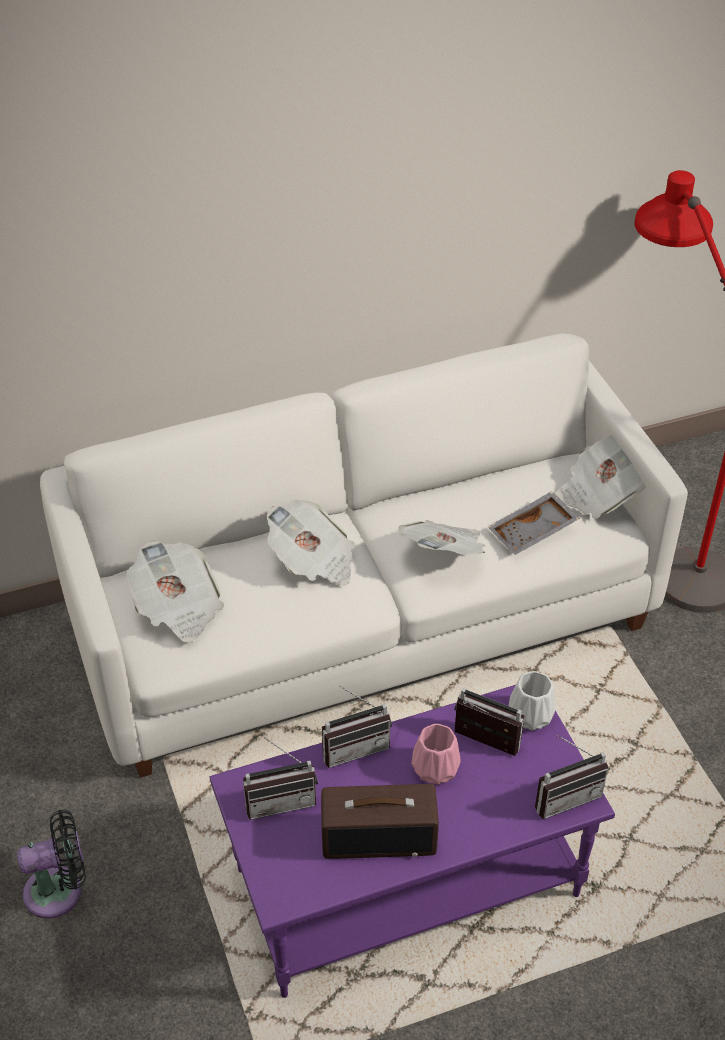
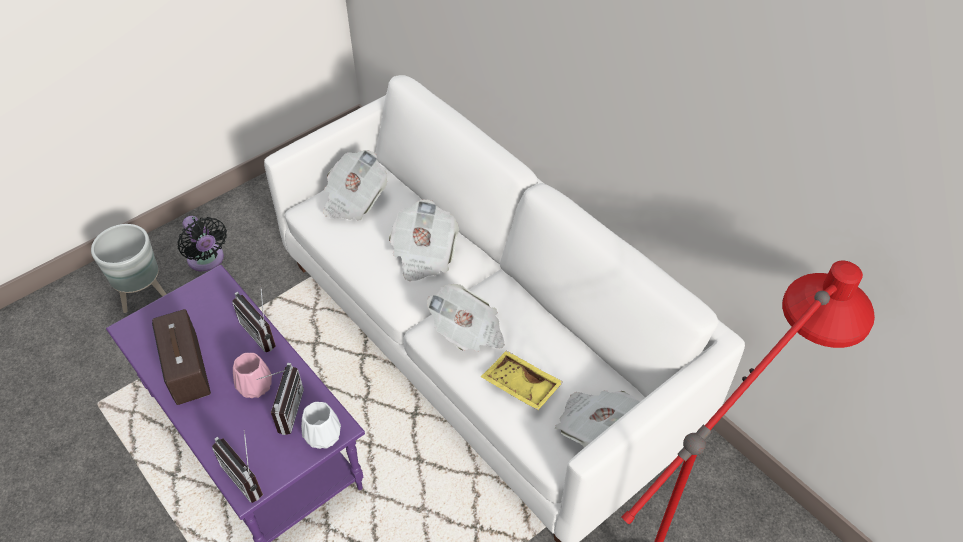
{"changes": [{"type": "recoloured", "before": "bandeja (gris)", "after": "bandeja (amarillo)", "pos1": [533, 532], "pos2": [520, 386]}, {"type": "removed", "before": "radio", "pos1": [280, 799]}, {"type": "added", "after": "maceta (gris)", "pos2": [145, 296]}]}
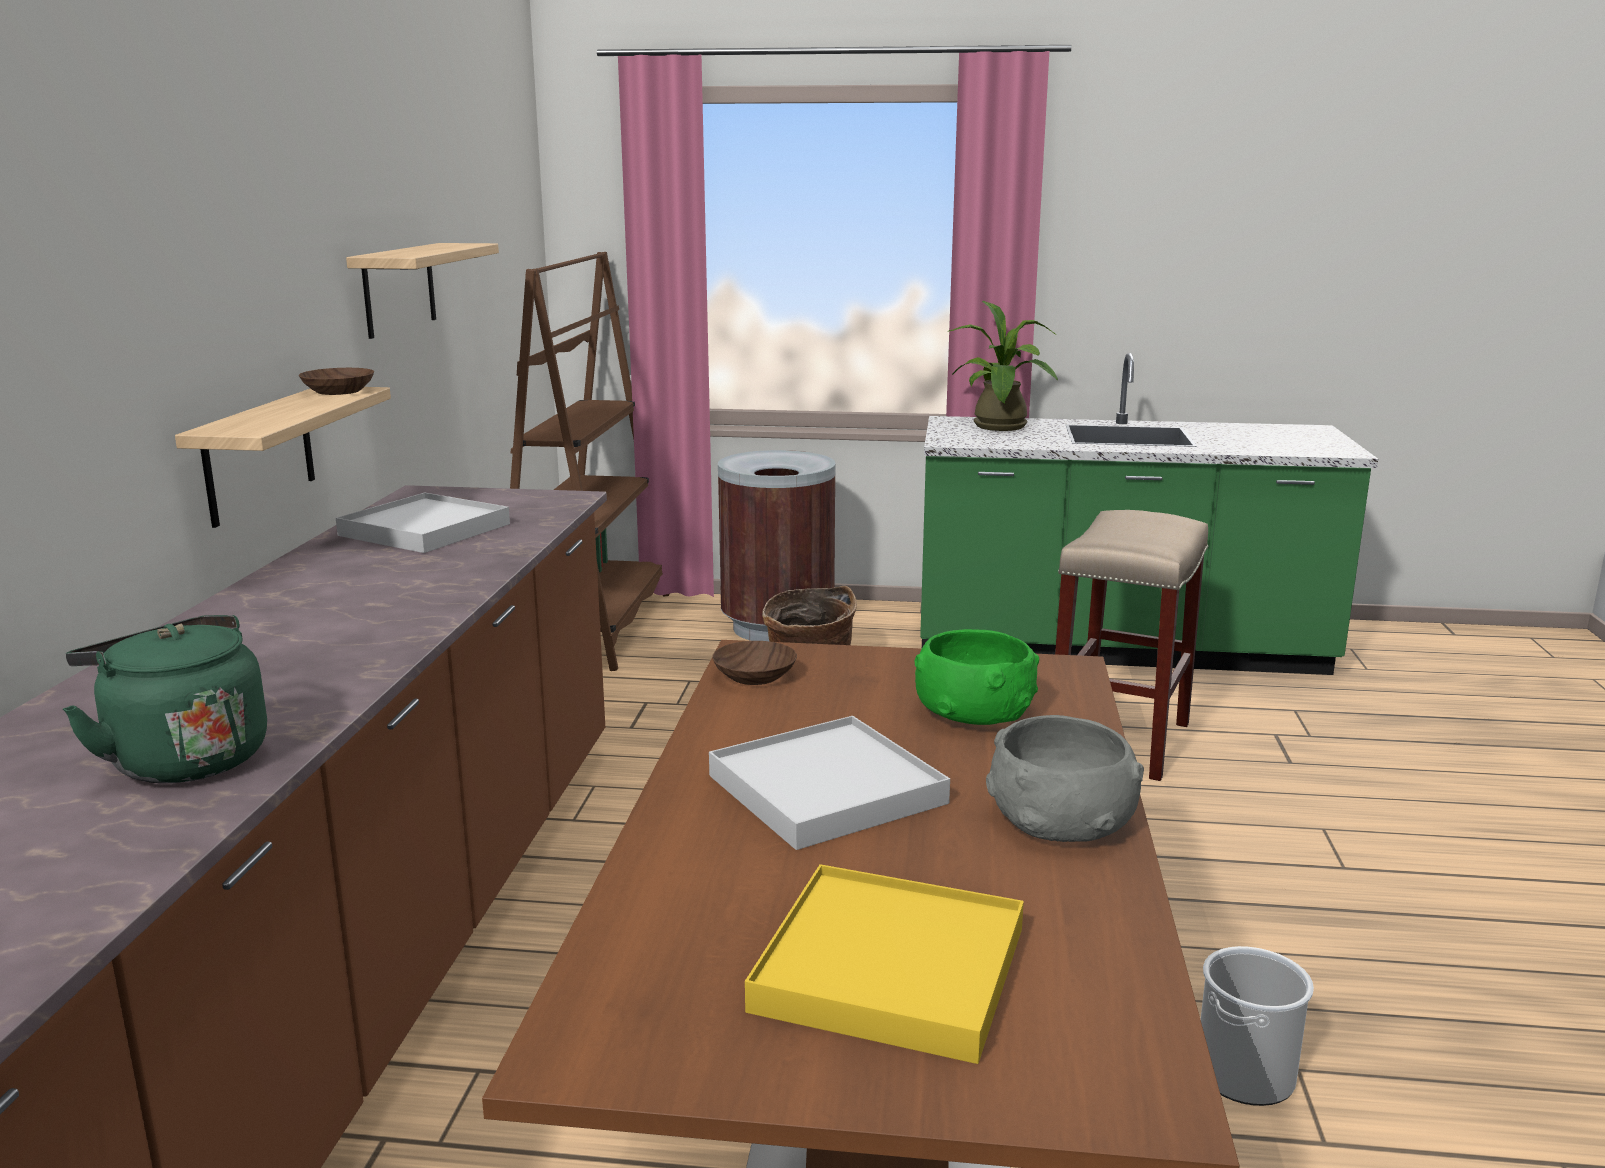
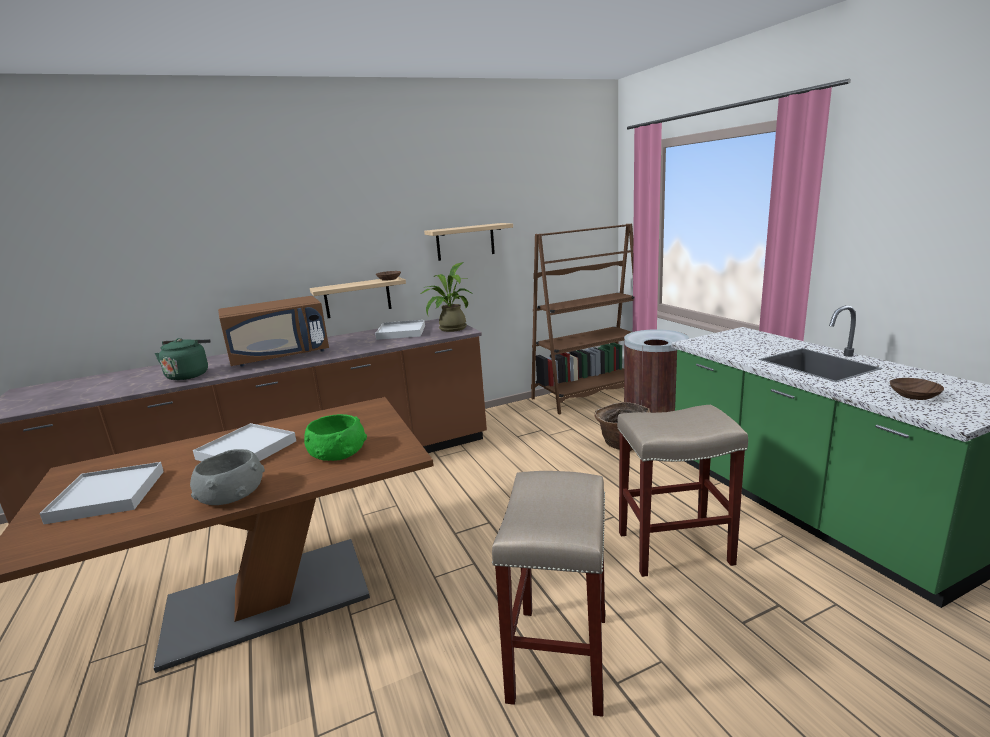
{"changes": [{"type": "moved", "before": "planta en maceta", "pos1": [1001, 428], "pos2": [449, 329]}, {"type": "moved", "before": "cuenco (marrón)", "pos1": [756, 675], "pos2": [915, 395]}, {"type": "recoloured", "before": "bandeja (amarillo)", "after": "bandeja (blanco)", "pos1": [890, 968], "pos2": [108, 495]}, {"type": "removed", "before": "cubo", "pos1": [1245, 1075]}, {"type": "added", "after": "microondas (marrón)", "pos2": [280, 356]}, {"type": "added", "after": "taburete (beis)", "pos2": [560, 659]}]}
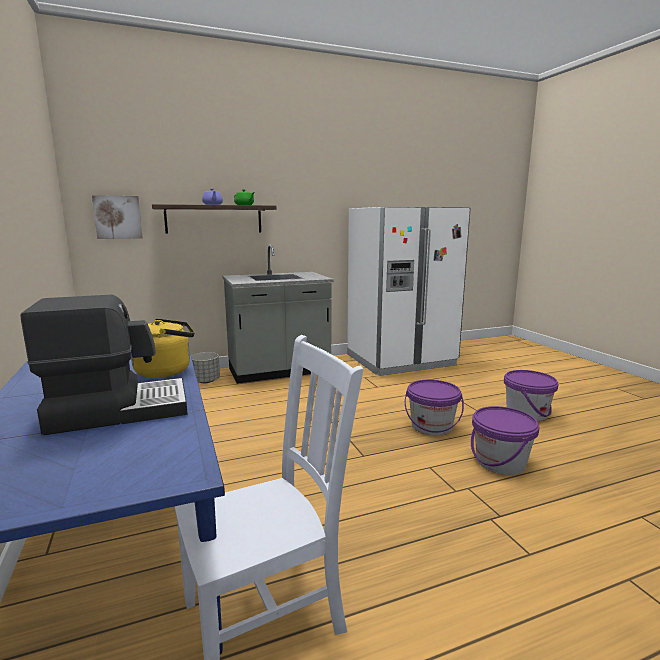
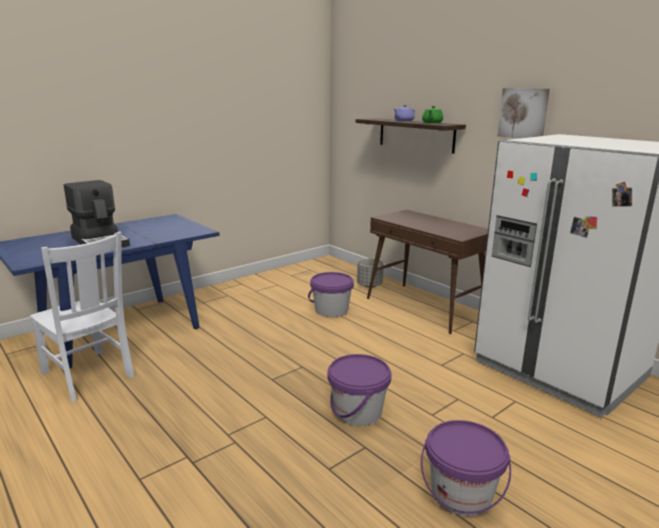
{"changes": [{"type": "moved", "before": "cuadro", "pos1": [118, 217], "pos2": [523, 113]}, {"type": "replaced", "before": "mueble bajo de cocina (gris)", "after": "mesa consola (marrón)", "pos1": [279, 372], "pos2": [425, 307]}, {"type": "removed", "before": "hervidor (amarillo)", "pos1": [167, 371]}, {"type": "moved", "before": "cubo (morado)", "pos1": [500, 462], "pos2": [331, 310]}]}
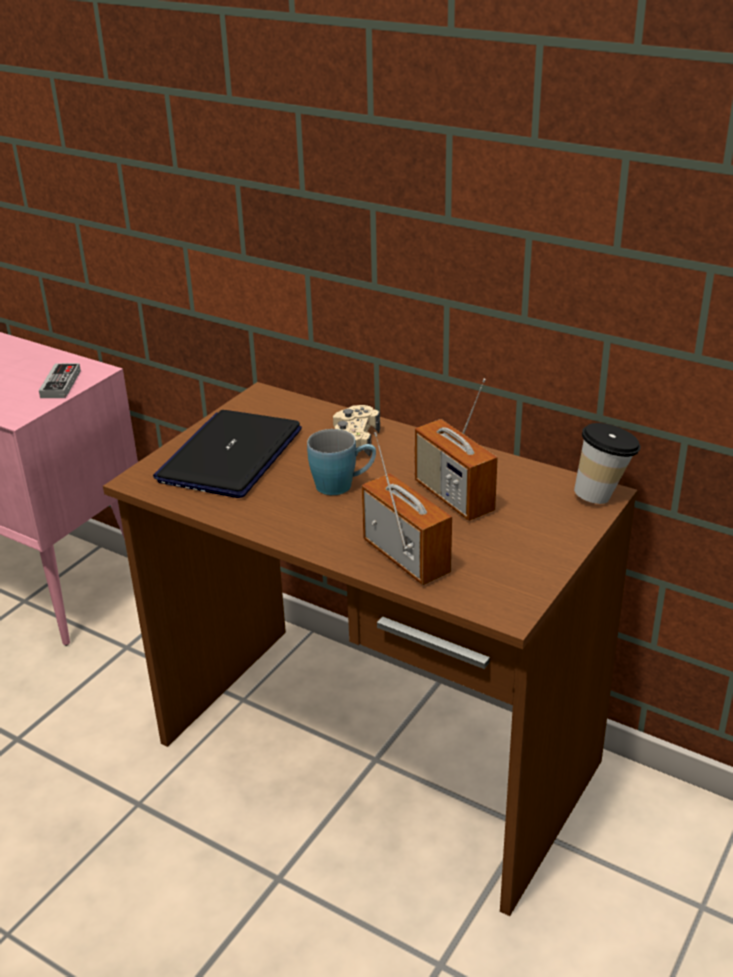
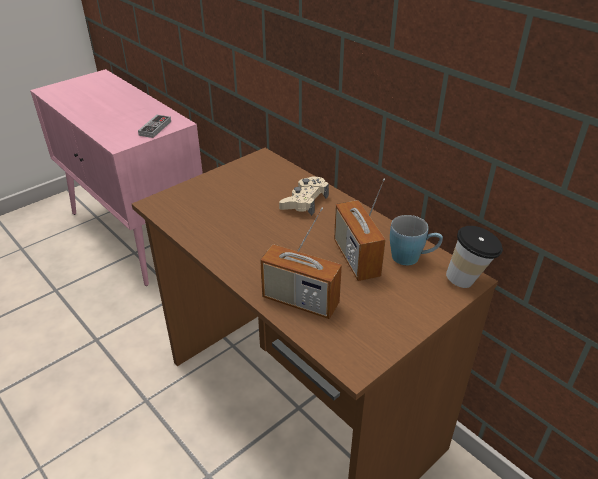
{"changes": [{"type": "removed", "before": "portátil", "pos1": [230, 455]}, {"type": "moved", "before": "taza grande (azul)", "pos1": [343, 485], "pos2": [412, 258]}, {"type": "turned", "before": "radio", "pos1": [406, 557], "pos2": [300, 301], "turn": 135}]}
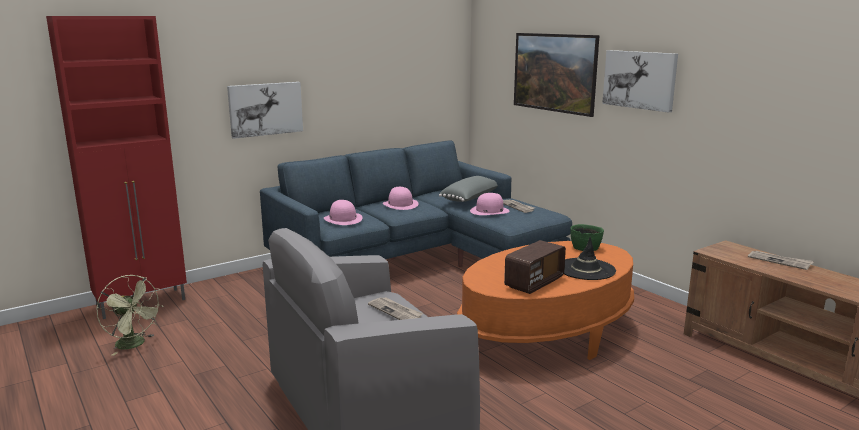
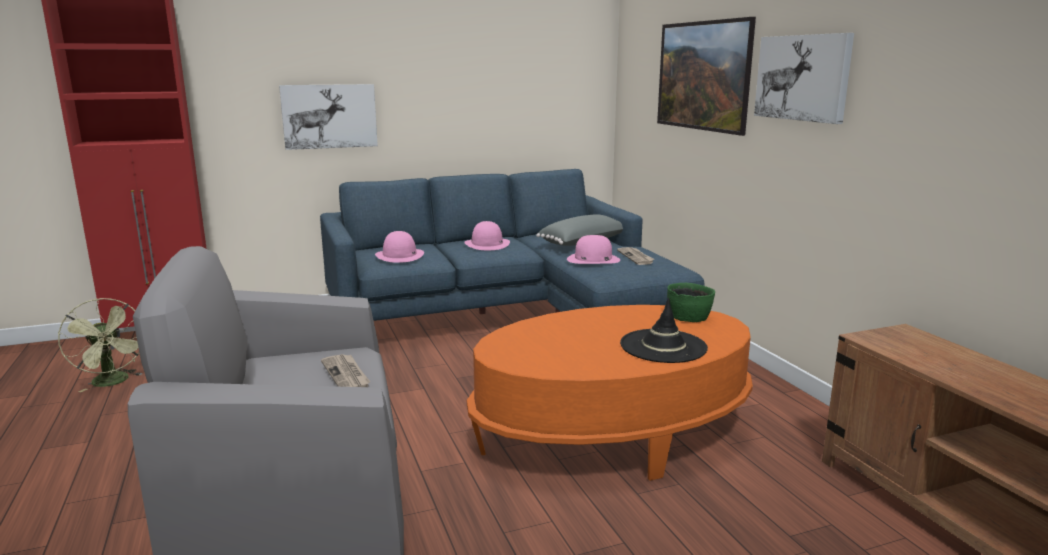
{"changes": [{"type": "removed", "before": "radio", "pos1": [534, 282]}, {"type": "removed", "before": "periódico", "pos1": [780, 261]}]}
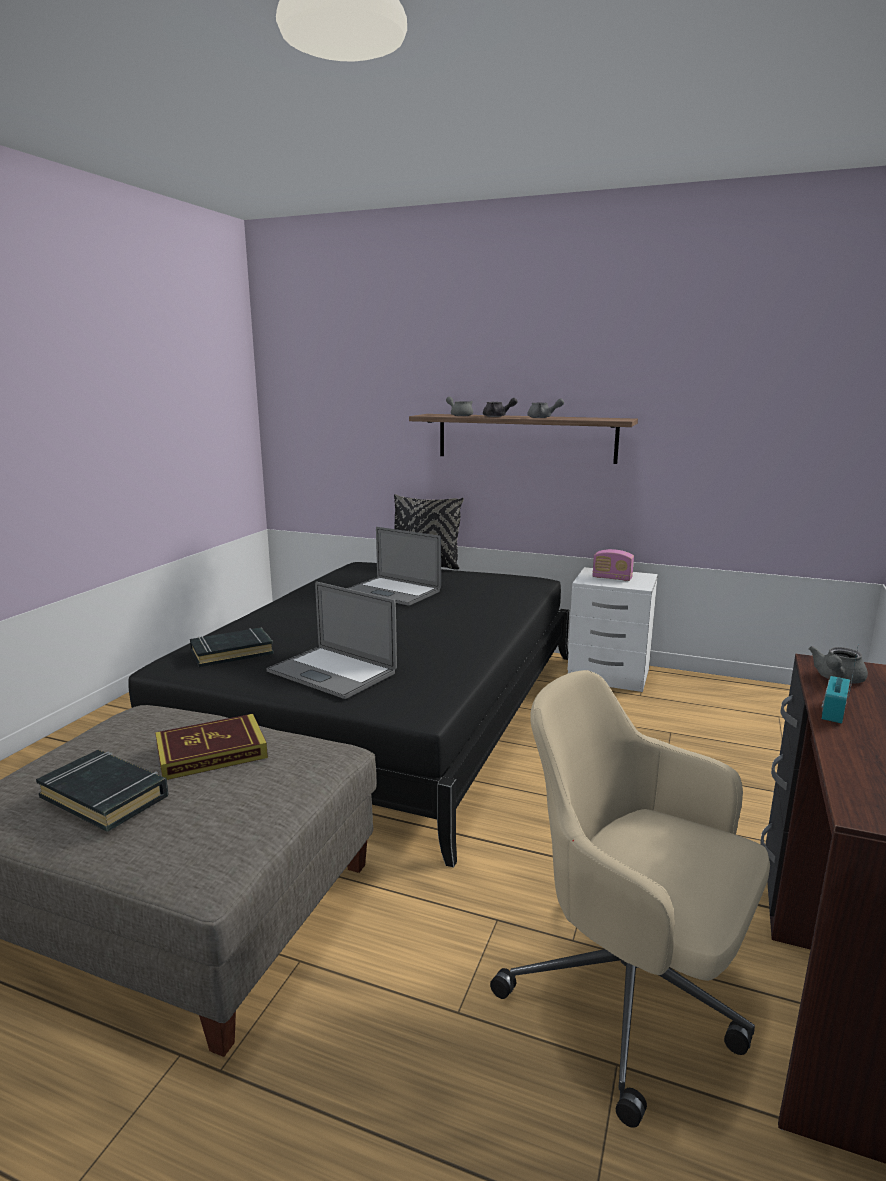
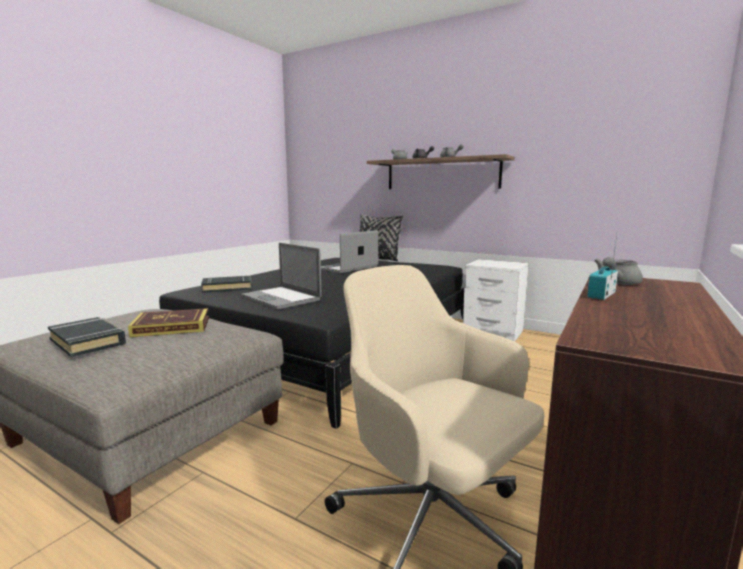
{"changes": [{"type": "turned", "before": "portátil", "pos1": [392, 591], "pos2": [347, 267], "turn": 90}, {"type": "removed", "before": "radio", "pos1": [612, 578]}]}
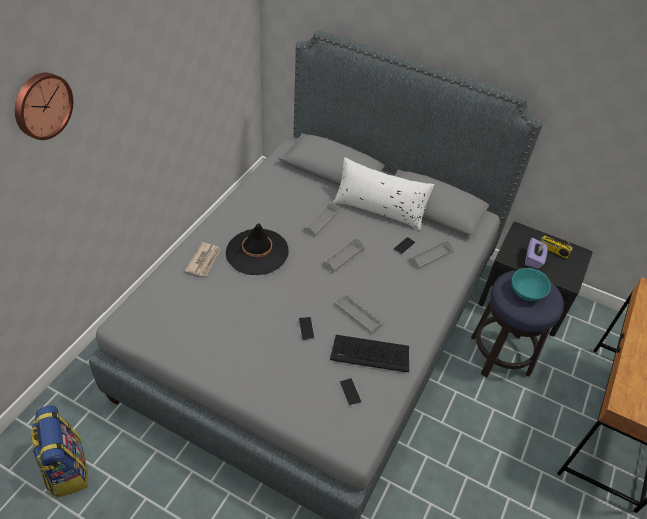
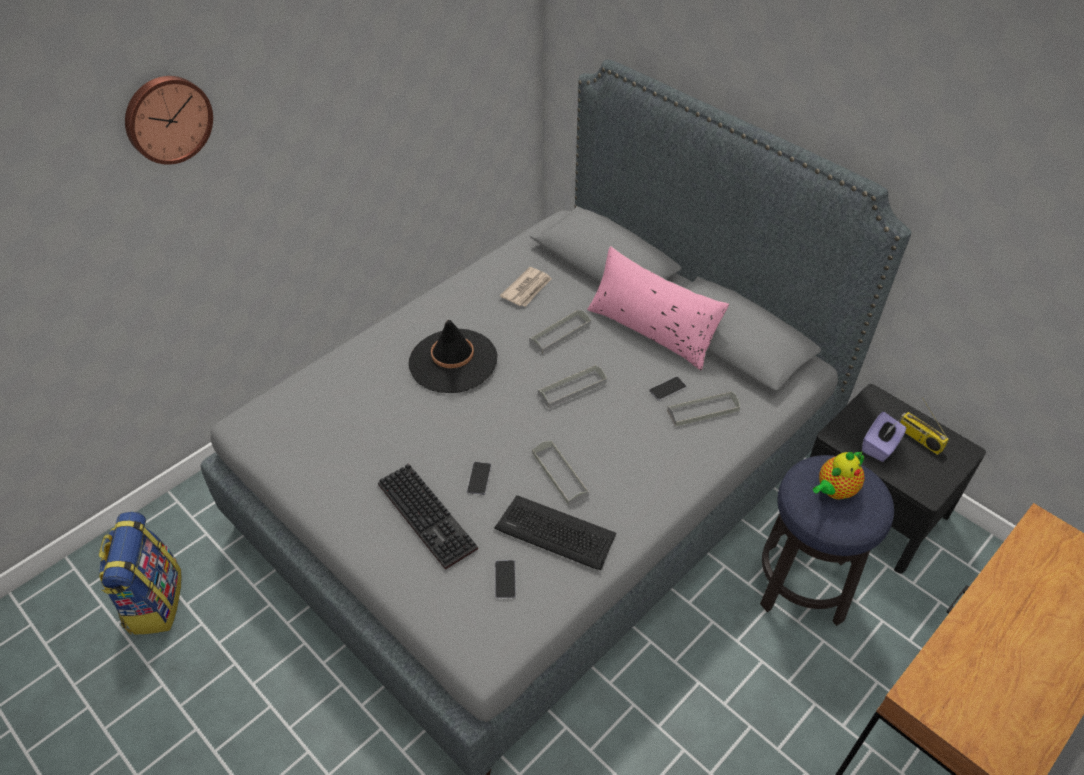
{"changes": [{"type": "recoloured", "before": "cojín (blanco)", "after": "cojín (rosa)", "pos1": [379, 209], "pos2": [652, 330]}, {"type": "moved", "before": "periódico", "pos1": [204, 260], "pos2": [527, 289]}, {"type": "replaced", "before": "cuenco (turquesa)", "after": "tetera", "pos1": [526, 292], "pos2": [834, 491]}, {"type": "added", "after": "teclado", "pos2": [430, 516]}]}
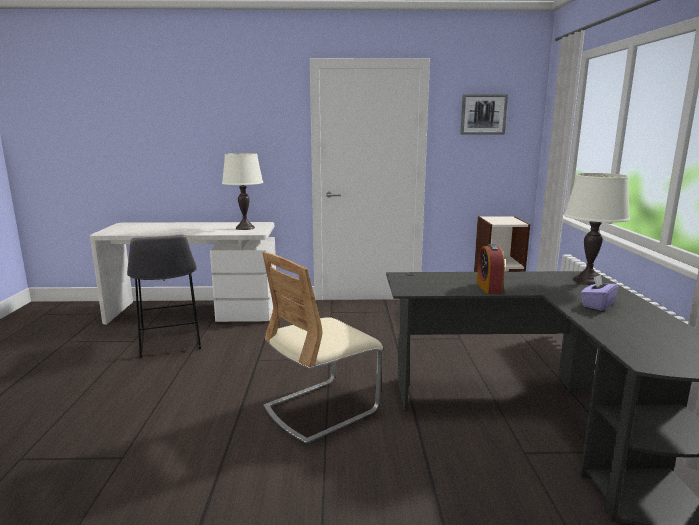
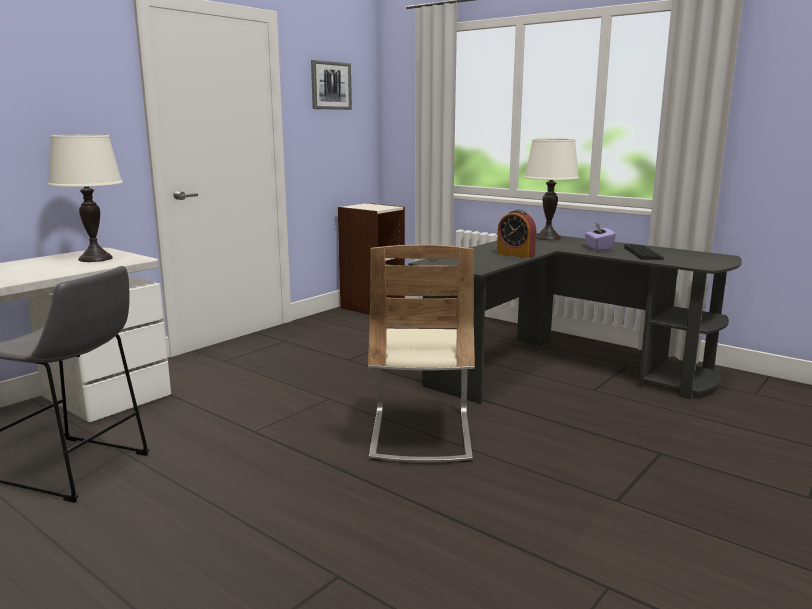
{"changes": [{"type": "added", "after": "teclado", "pos2": [643, 253]}]}
